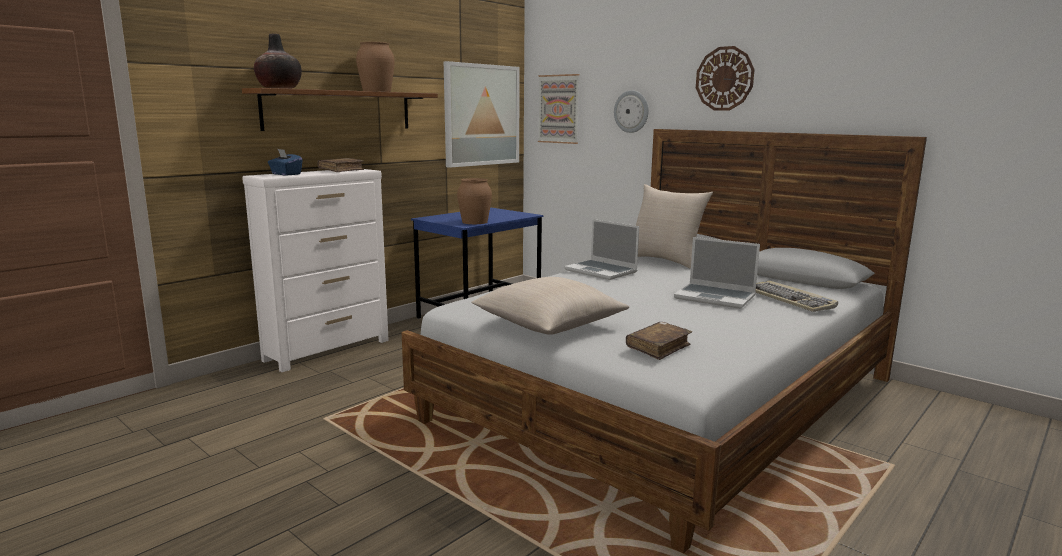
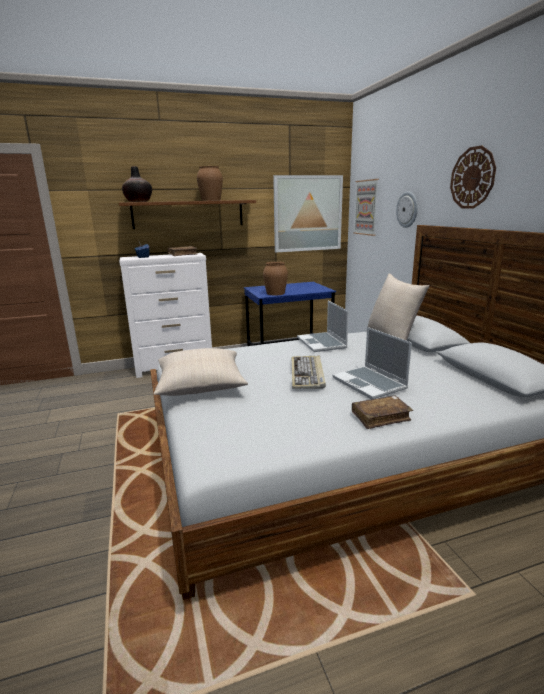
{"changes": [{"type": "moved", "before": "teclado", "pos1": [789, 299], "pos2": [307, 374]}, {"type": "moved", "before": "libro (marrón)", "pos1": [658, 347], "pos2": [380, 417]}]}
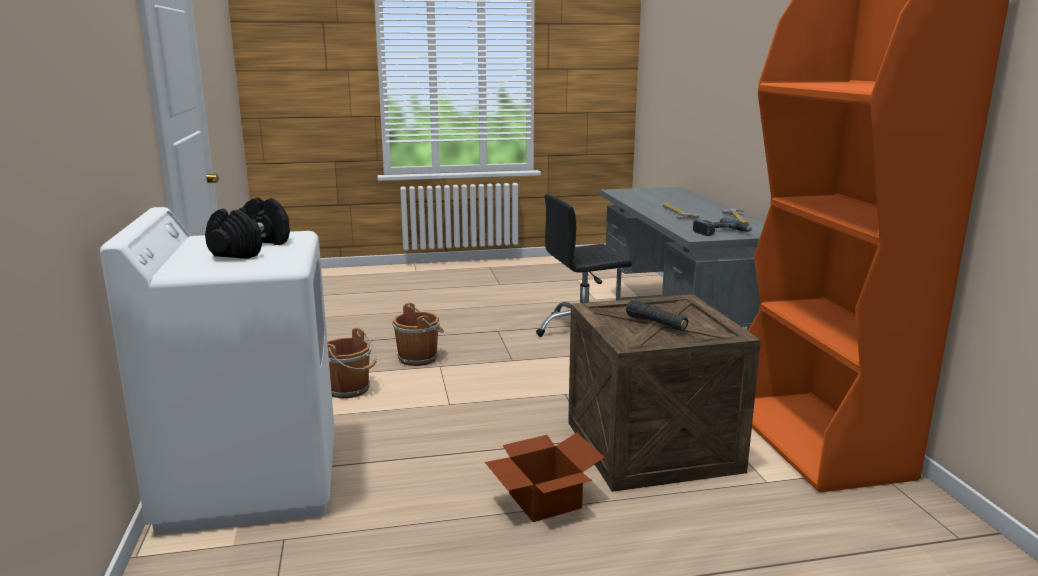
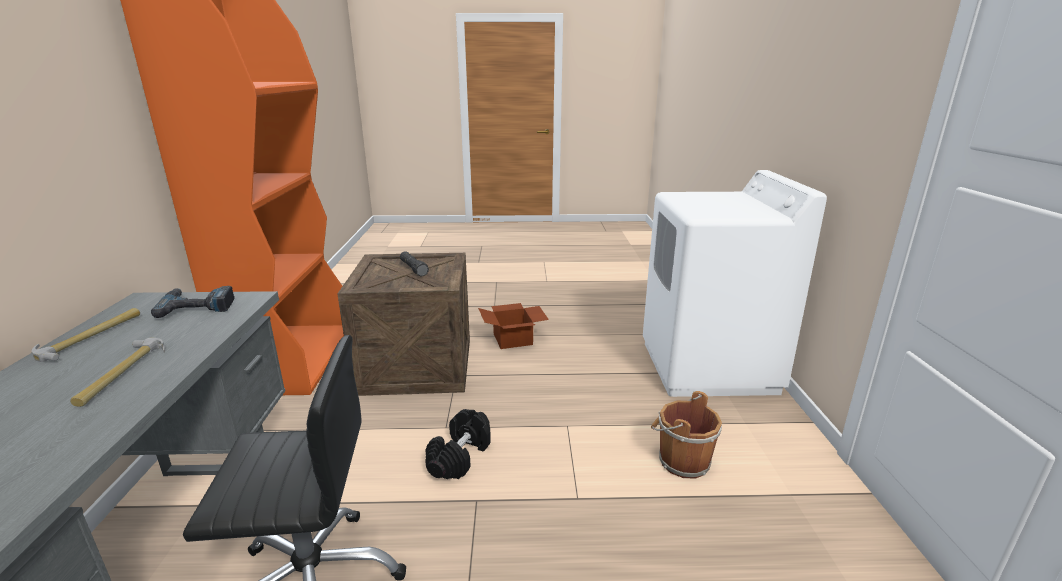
{"changes": [{"type": "moved", "before": "mancuerna (negro)", "pos1": [250, 248], "pos2": [460, 457]}, {"type": "removed", "before": "cubo (marrón)", "pos1": [419, 358]}]}
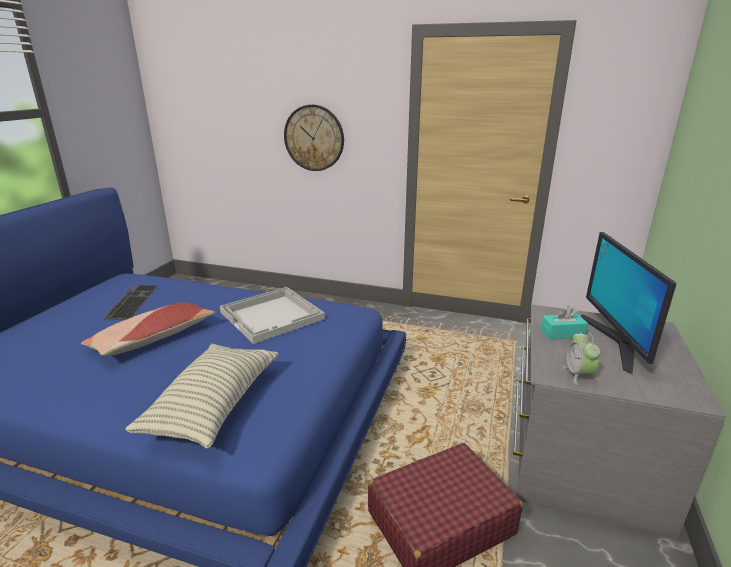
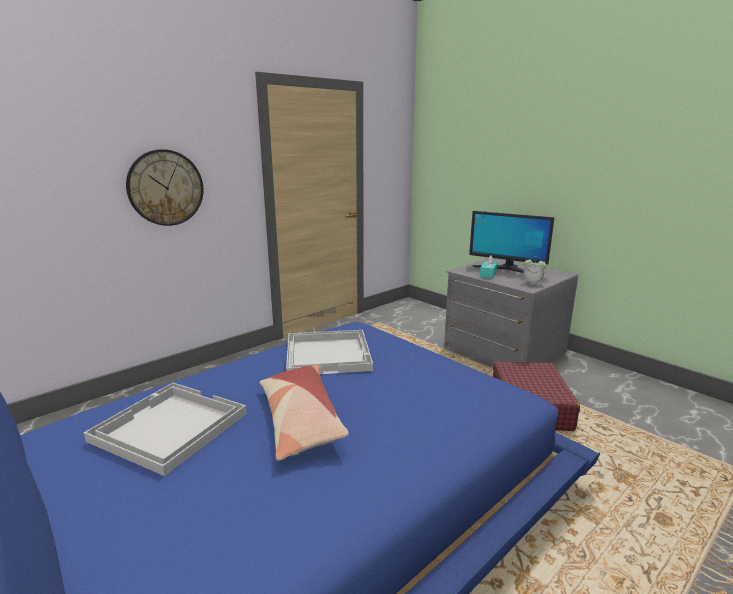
{"changes": [{"type": "replaced", "before": "teclado", "after": "bandeja (blanco)", "pos1": [131, 301], "pos2": [168, 427]}, {"type": "removed", "before": "cojín", "pos1": [214, 405]}]}
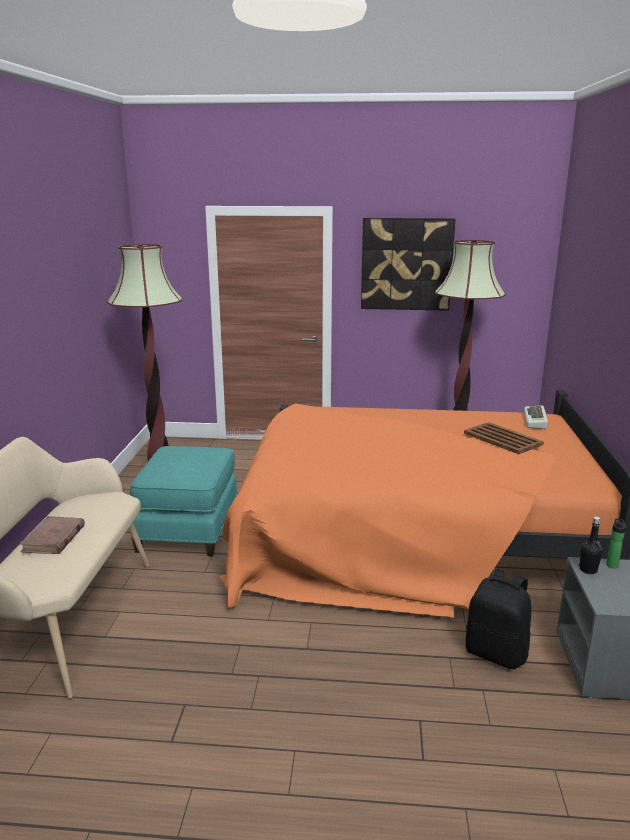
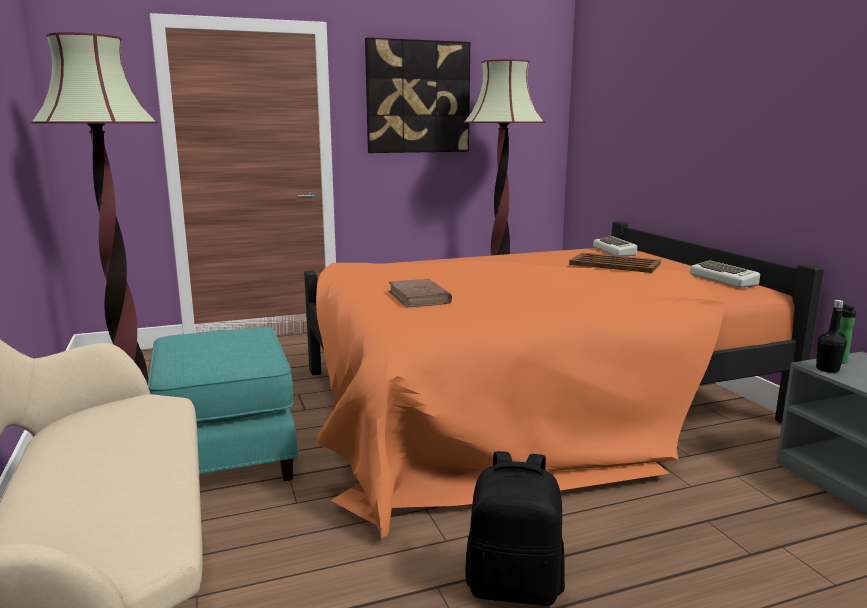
{"changes": [{"type": "moved", "before": "libro (marrón)", "pos1": [54, 538], "pos2": [419, 297]}, {"type": "moved", "before": "mochila (negro)", "pos1": [496, 653], "pos2": [514, 586]}, {"type": "added", "after": "teclado", "pos2": [724, 280]}]}
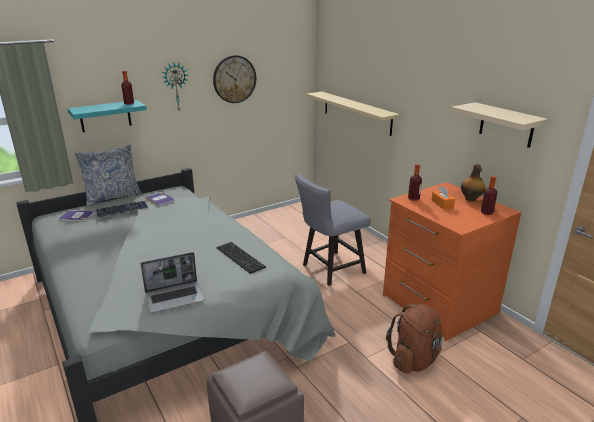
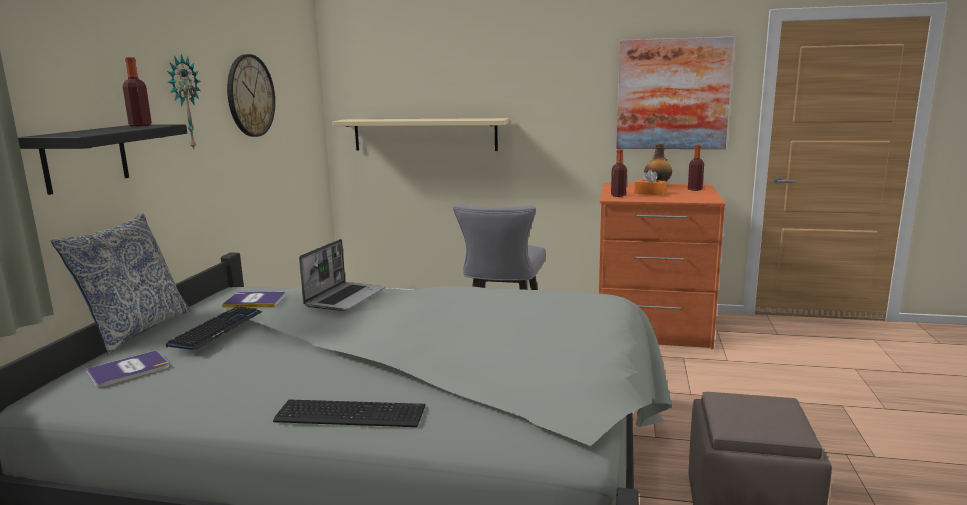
{"changes": [{"type": "recoloured", "before": "estante (turquesa)", "after": "estante (negro)", "pos1": [105, 116], "pos2": [85, 158]}, {"type": "replaced", "before": "estante (beis)", "after": "cuadro", "pos1": [506, 125], "pos2": [672, 94]}, {"type": "moved", "before": "teclado", "pos1": [241, 256], "pos2": [349, 412]}, {"type": "moved", "before": "portátil", "pos1": [175, 297], "pos2": [345, 298]}, {"type": "removed", "before": "mochila (marrón)", "pos1": [414, 360]}]}
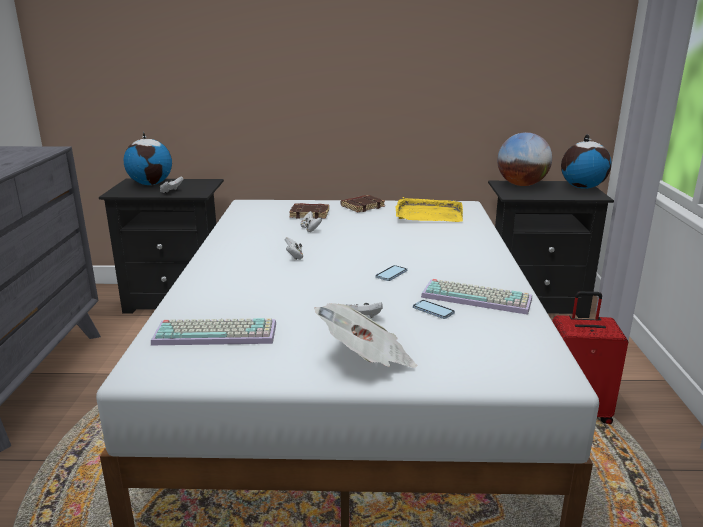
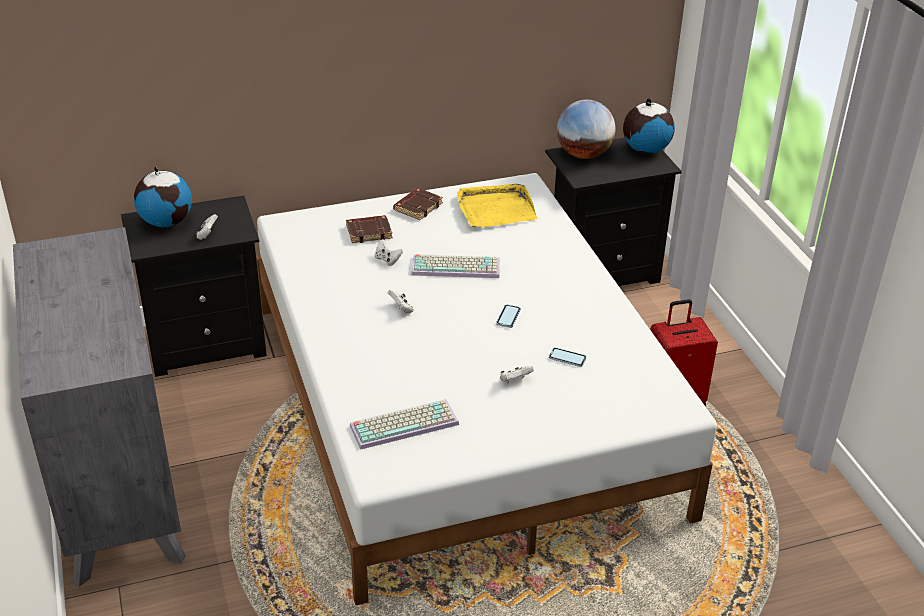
{"changes": [{"type": "moved", "before": "teclado", "pos1": [478, 297], "pos2": [457, 266]}, {"type": "removed", "before": "periódico", "pos1": [367, 359]}]}
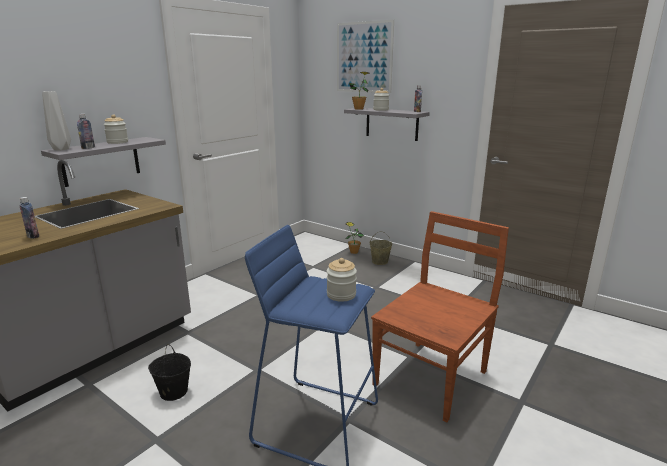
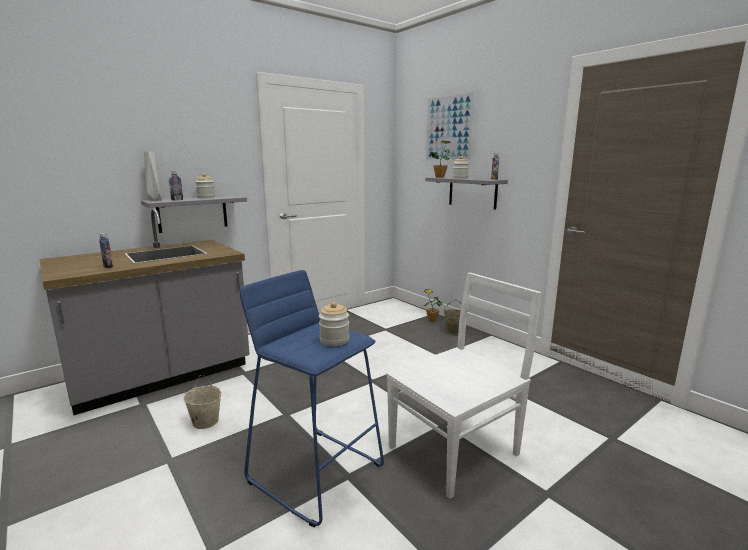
{"changes": [{"type": "recoloured", "before": "silla (marrón)", "after": "silla (blanco)", "pos1": [432, 376], "pos2": [456, 449]}, {"type": "recoloured", "before": "cubo (negro)", "after": "cubo (beis)", "pos1": [173, 391], "pos2": [205, 421]}]}
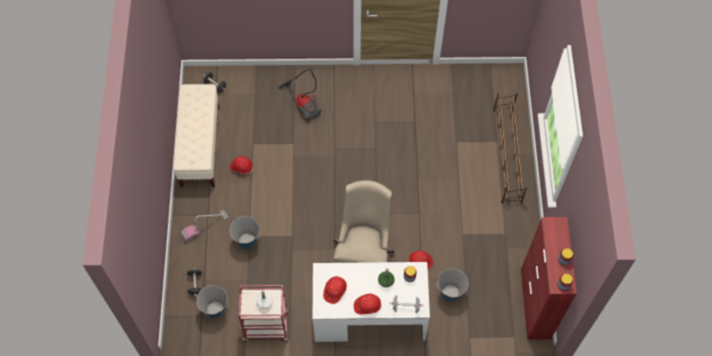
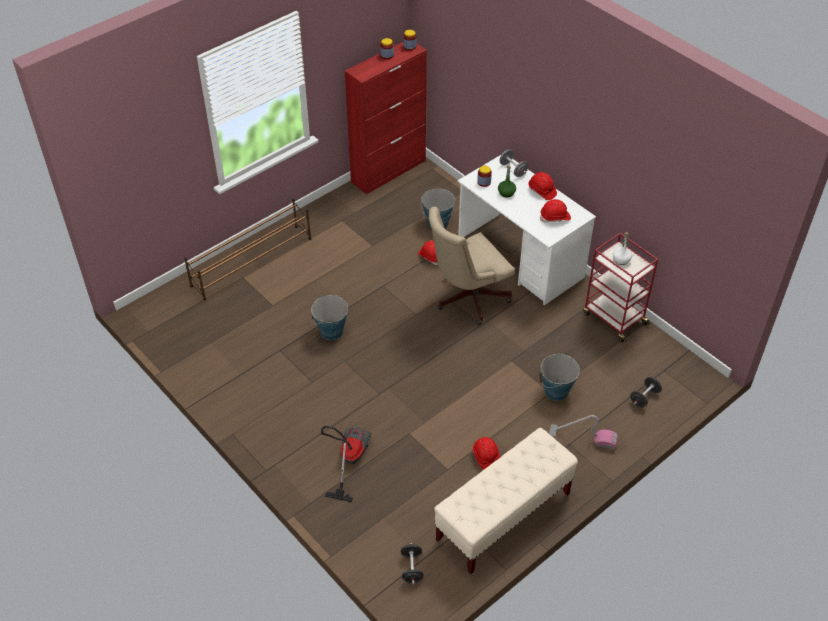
{"changes": [{"type": "moved", "before": "cubo", "pos1": [215, 309], "pos2": [331, 331]}]}
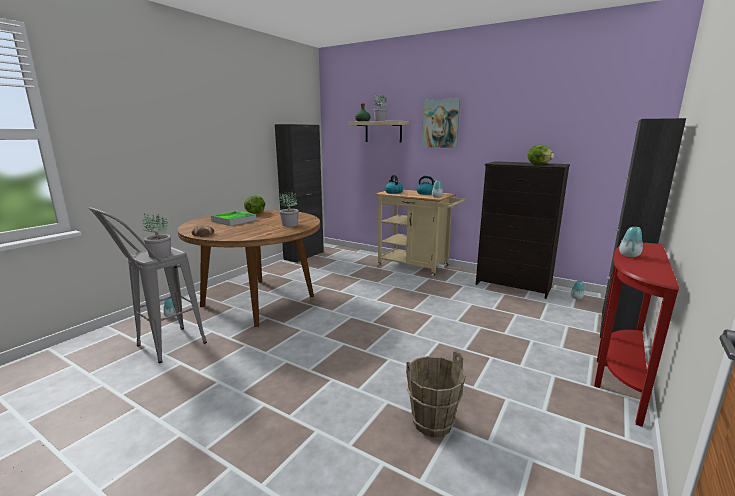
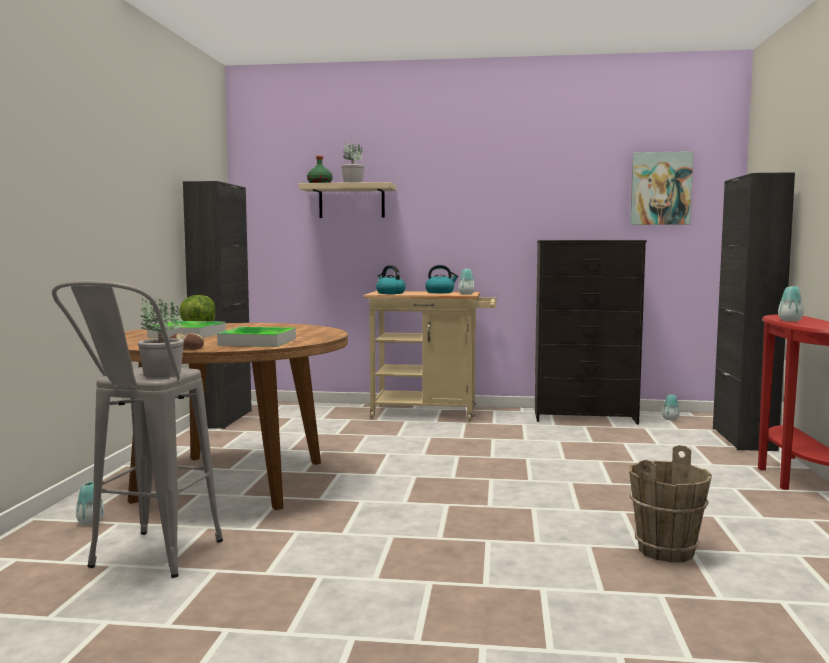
{"changes": [{"type": "moved", "before": "cuadro", "pos1": [440, 123], "pos2": [660, 188]}, {"type": "removed", "before": "lechuga", "pos1": [539, 164]}, {"type": "removed", "before": "planta en maceta", "pos1": [289, 224]}, {"type": "added", "after": "bandeja", "pos2": [258, 342]}]}
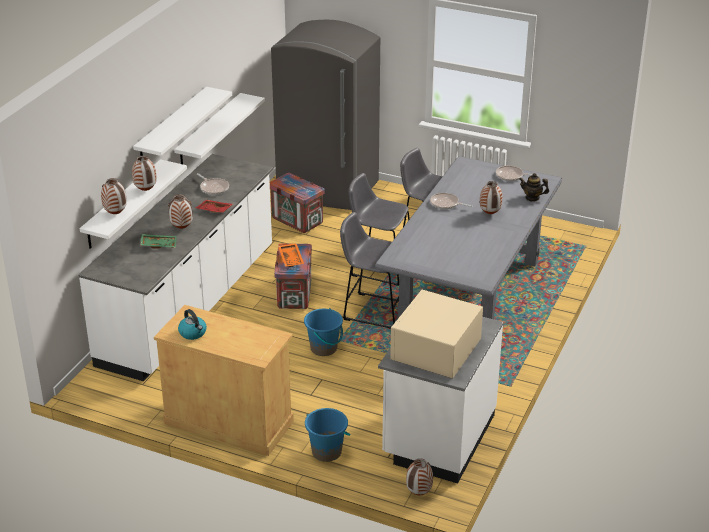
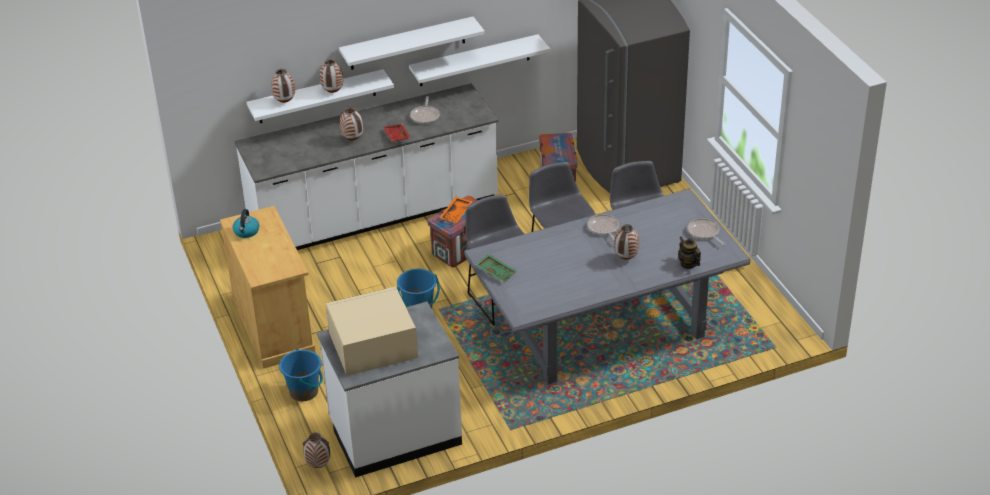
{"changes": [{"type": "moved", "before": "bandeja (verde)", "pos1": [159, 244], "pos2": [496, 272]}]}
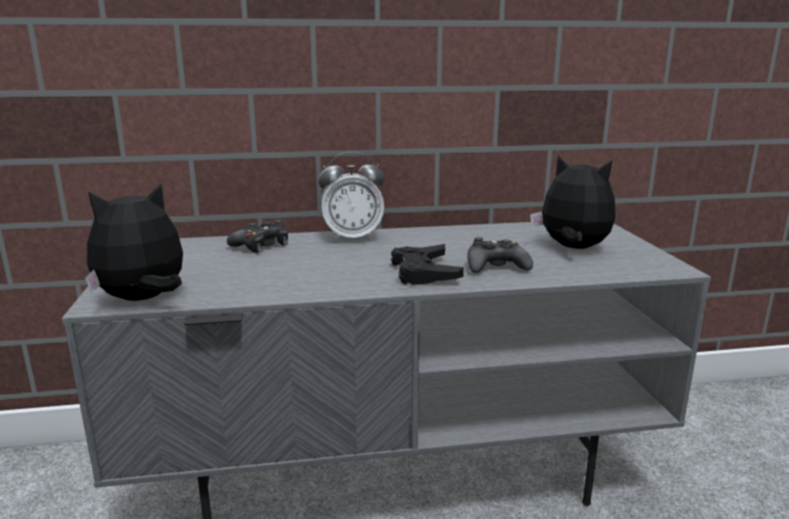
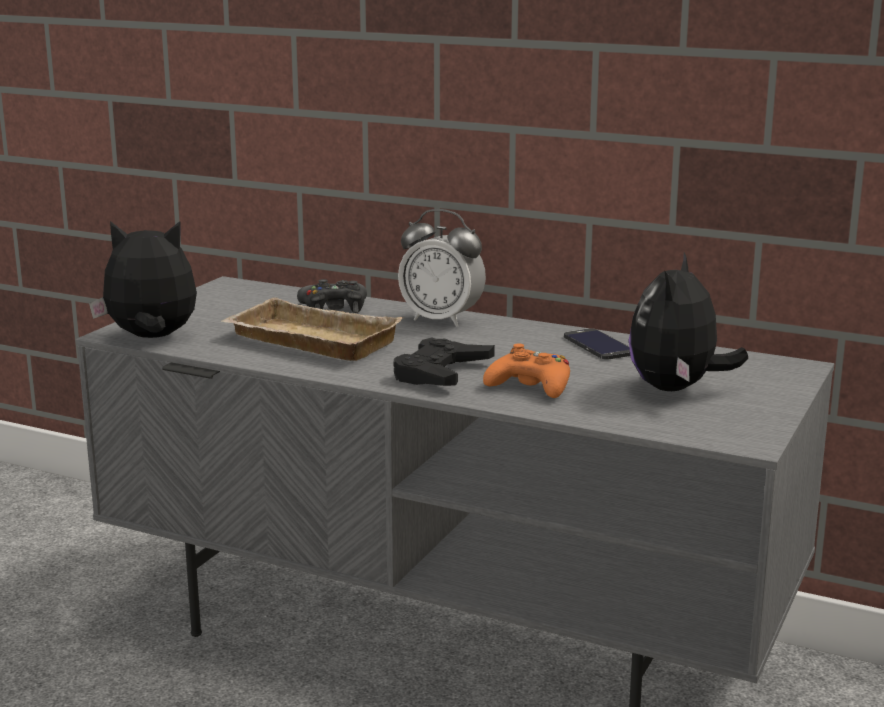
{"changes": [{"type": "turned", "before": "peluche", "pos1": [572, 248], "pos2": [677, 389], "turn": -135}, {"type": "recoloured", "before": "mando de consola (negro)", "after": "mando de consola (naranja)", "pos1": [496, 266], "pos2": [531, 386]}, {"type": "added", "after": "bandeja (beis)", "pos2": [308, 342]}, {"type": "added", "after": "móvil", "pos2": [598, 345]}]}
